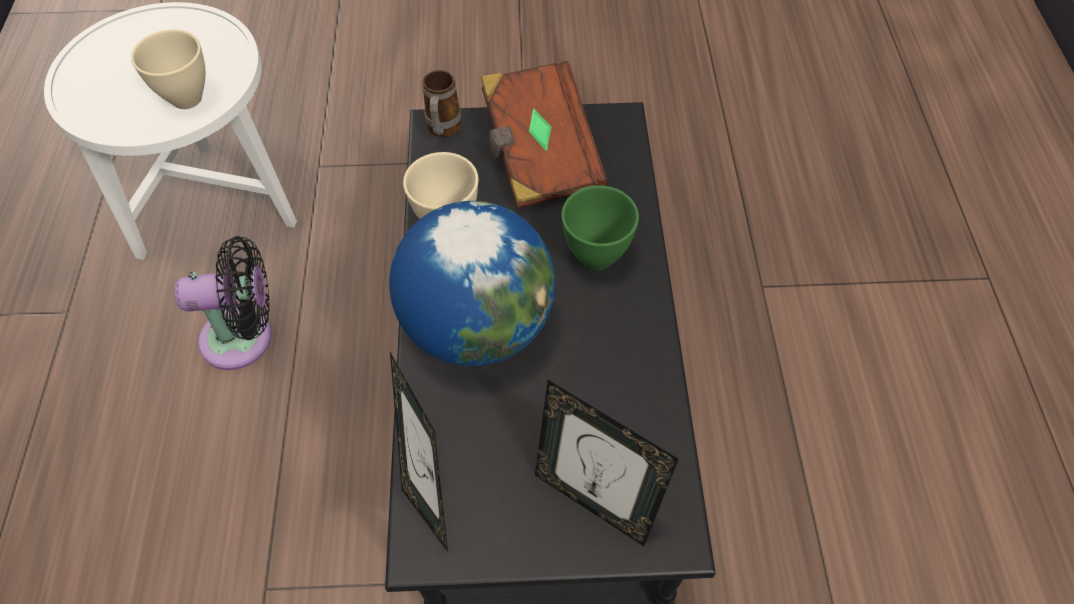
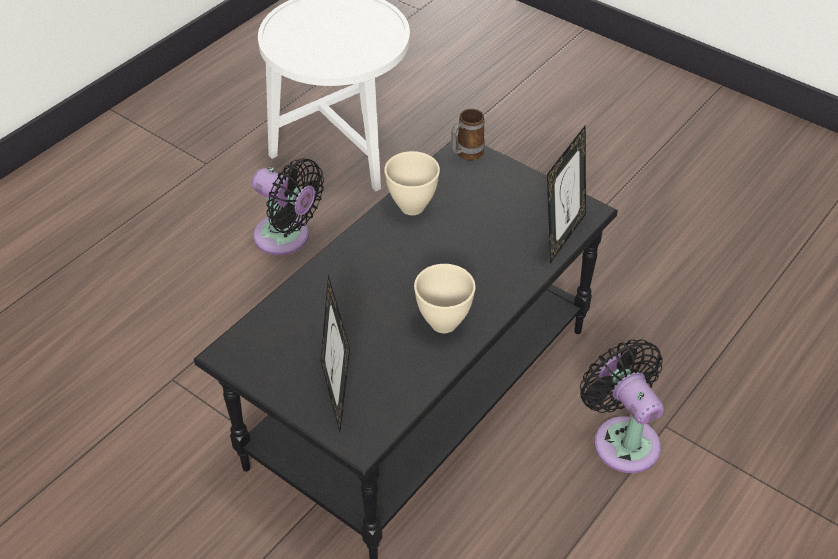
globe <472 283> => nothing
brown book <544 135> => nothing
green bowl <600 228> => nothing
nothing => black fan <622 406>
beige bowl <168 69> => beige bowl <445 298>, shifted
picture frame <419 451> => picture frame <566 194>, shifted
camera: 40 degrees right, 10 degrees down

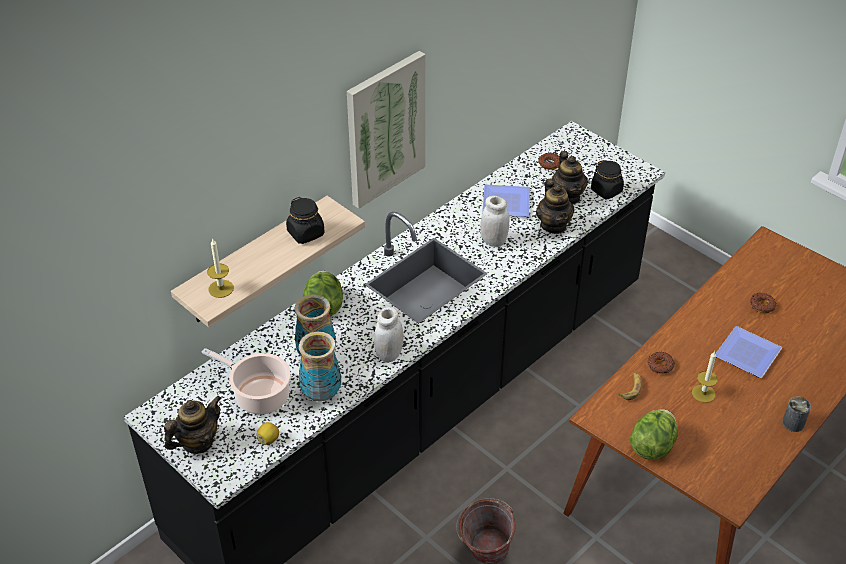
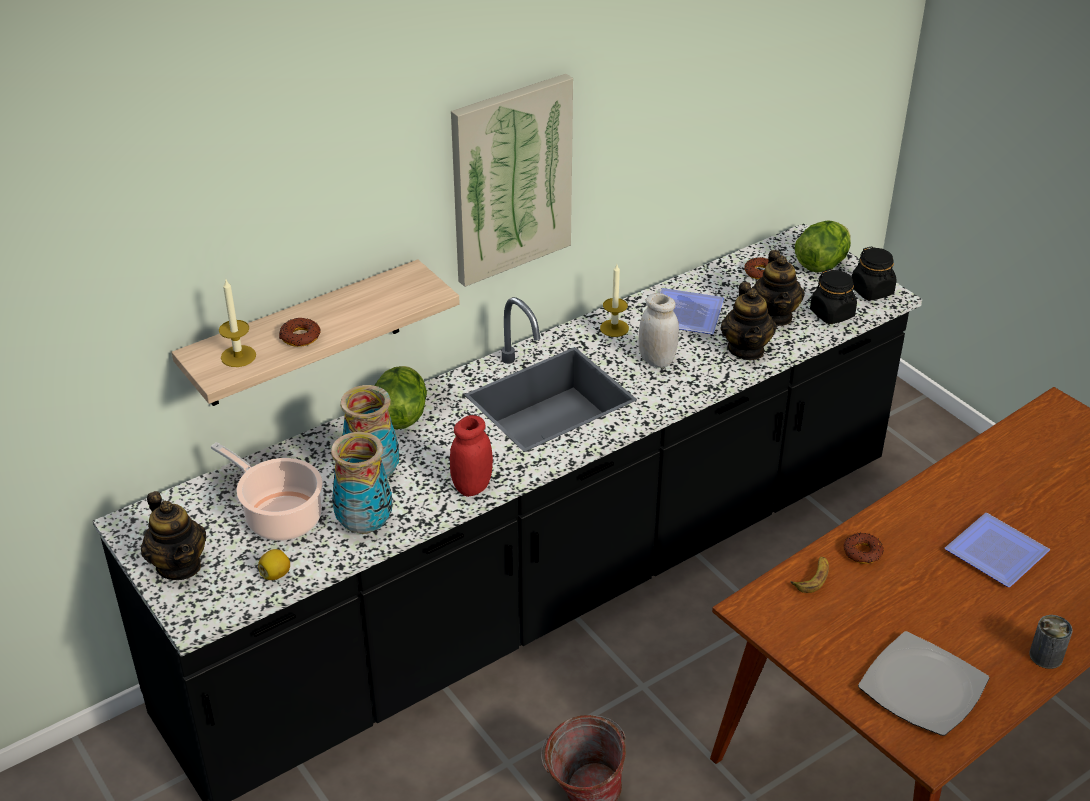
nothing => plate <923 683>
black jar <305 220> => black jar <874 273>, shifted
lettuce <654 434> => lettuce <823 246>, shifted
candle <705 377> => candle <614 300>, shifted
donut <763 303> => donut <300 332>, shifted
white jar <389 335> => red jar <471 456>
teapot <193 424> => teapot <174 535>, 90 degrees clockwise
camera: 10 degrees right, 5 degrees down

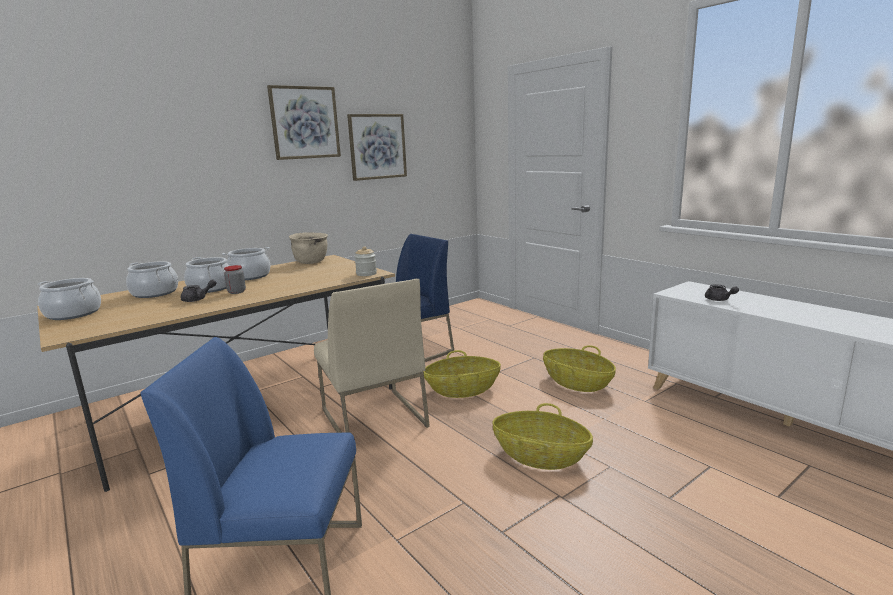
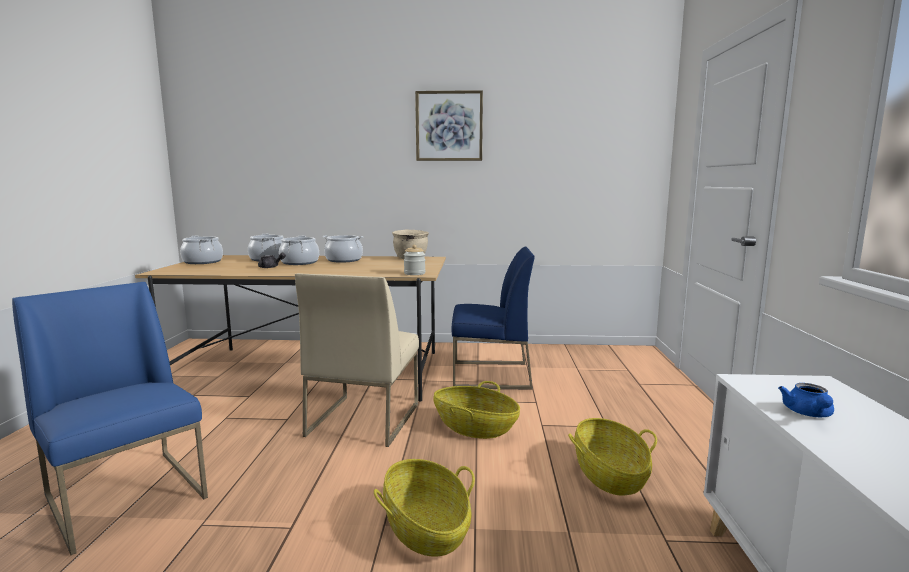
jar <235 279> => nothing
picture <377 147> => nothing
grey teapot <722 292> => blue teapot <806 400>
camera: 40 degrees right, 5 degrees down

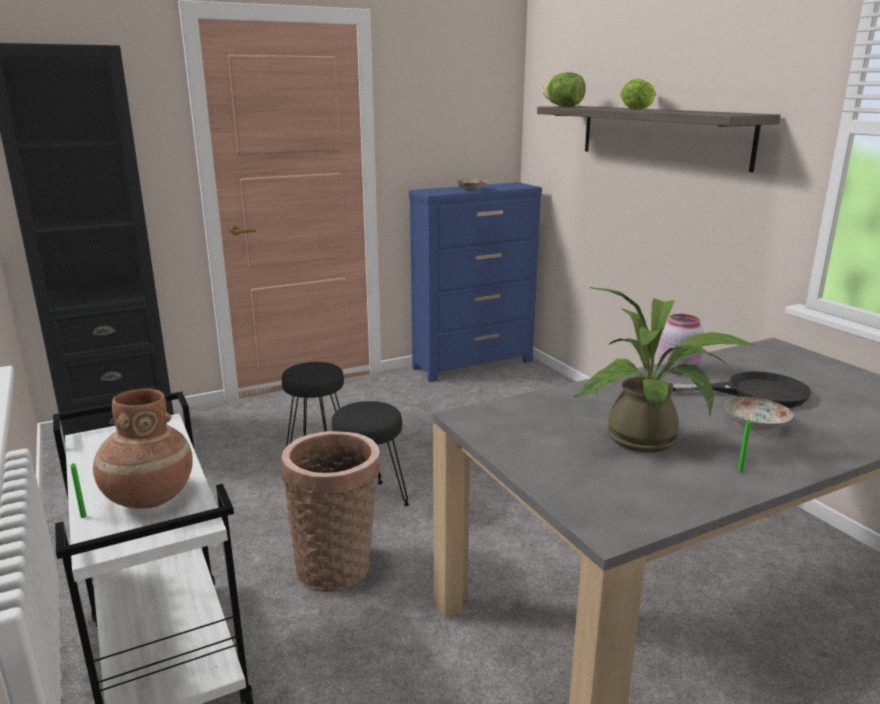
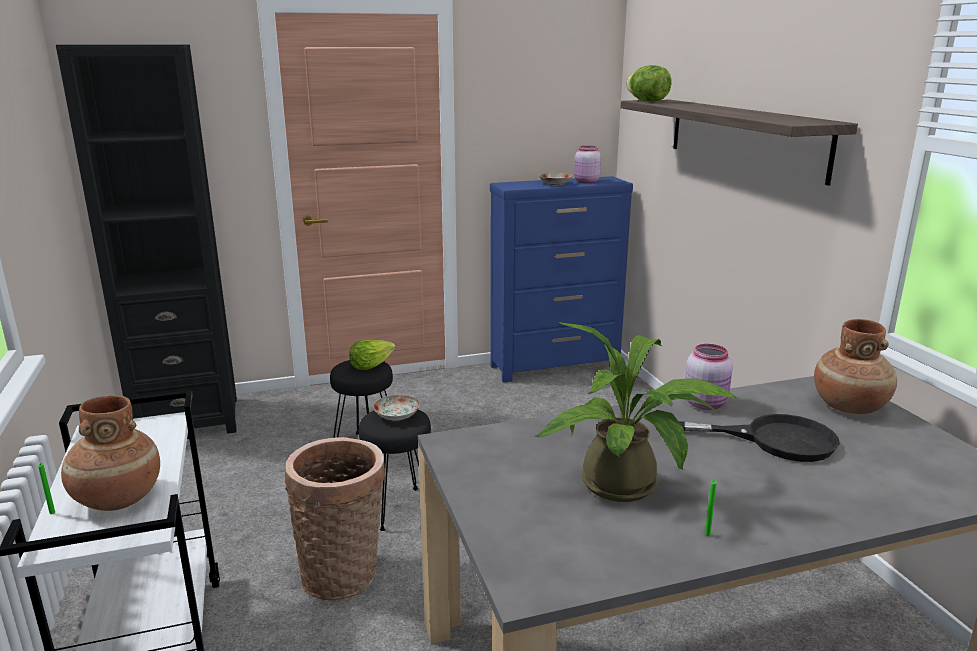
nothing => pink jar <587 164>
nothing => brown vase <855 366>
lettuce <638 94> => lettuce <372 355>, shifted
plate <759 413> => plate <396 408>, shifted
camera: 10 degrees right, 0 degrees up

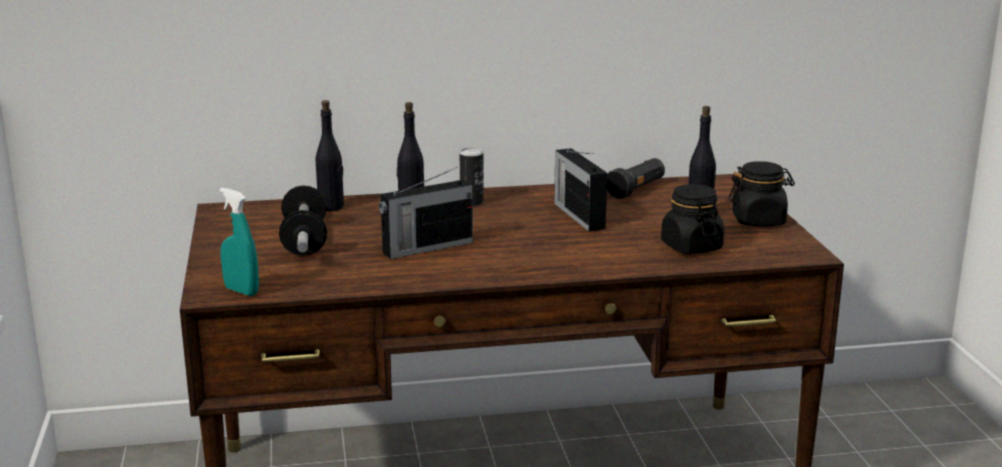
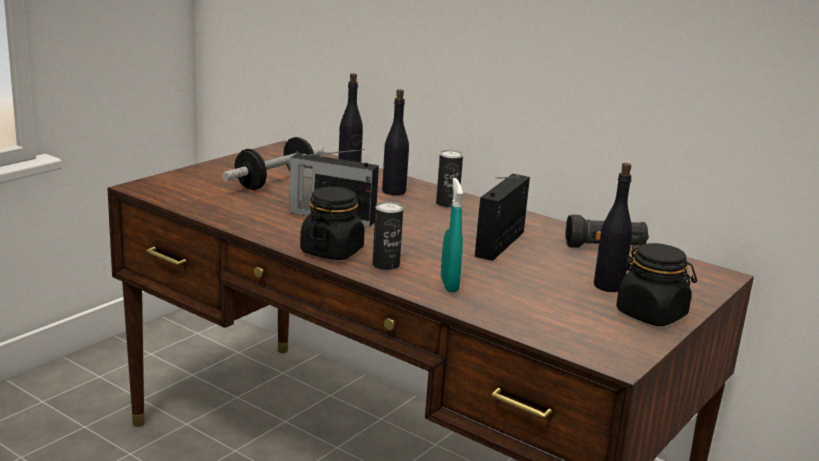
nothing => can <387 236>
turquoise spray bottle <239 242> => turquoise spray bottle <452 235>, shifted
black jar <693 219> => black jar <332 223>, shifted
camera: 45 degrees right, 0 degrees up

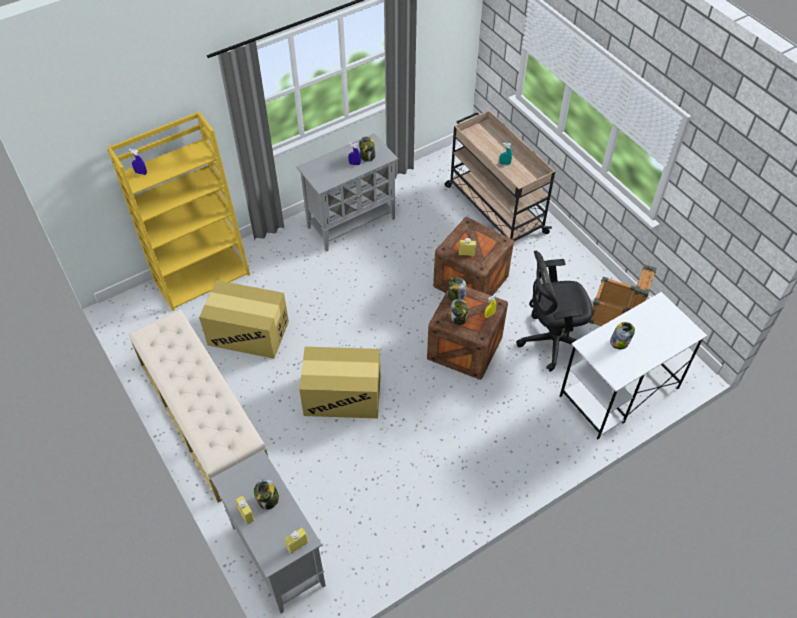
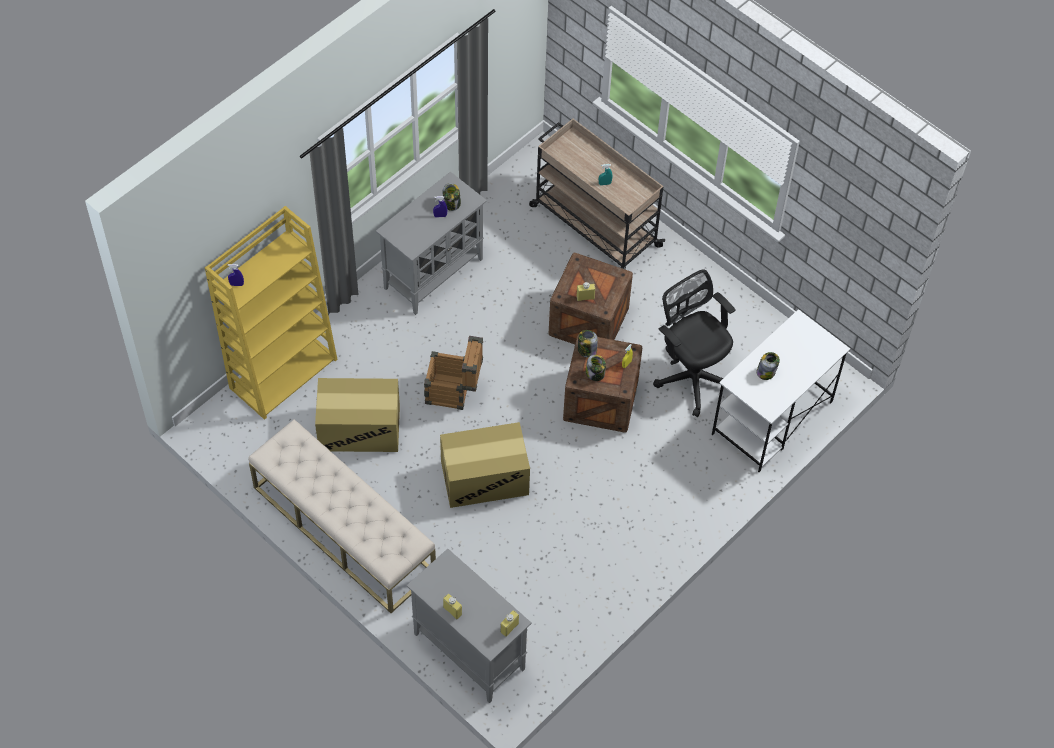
jar <266 494> => nothing
crate <622 295> => crate <453 373>, shifted
black office chair <554 311> => black office chair <694 343>, 75 degrees clockwise
camera: 15 degrees left, 5 degrees up

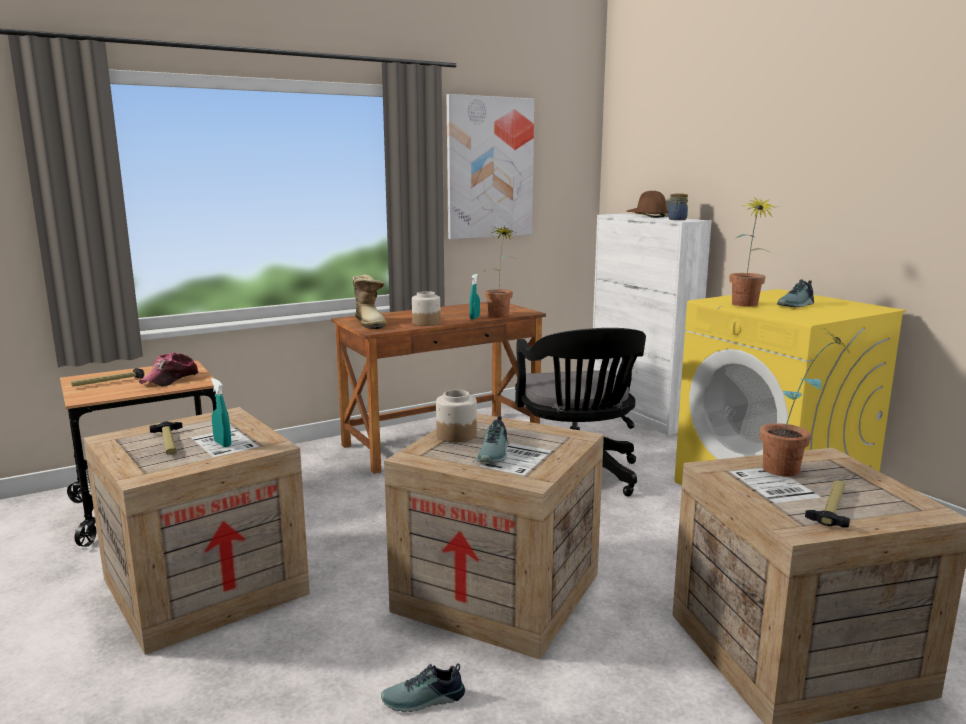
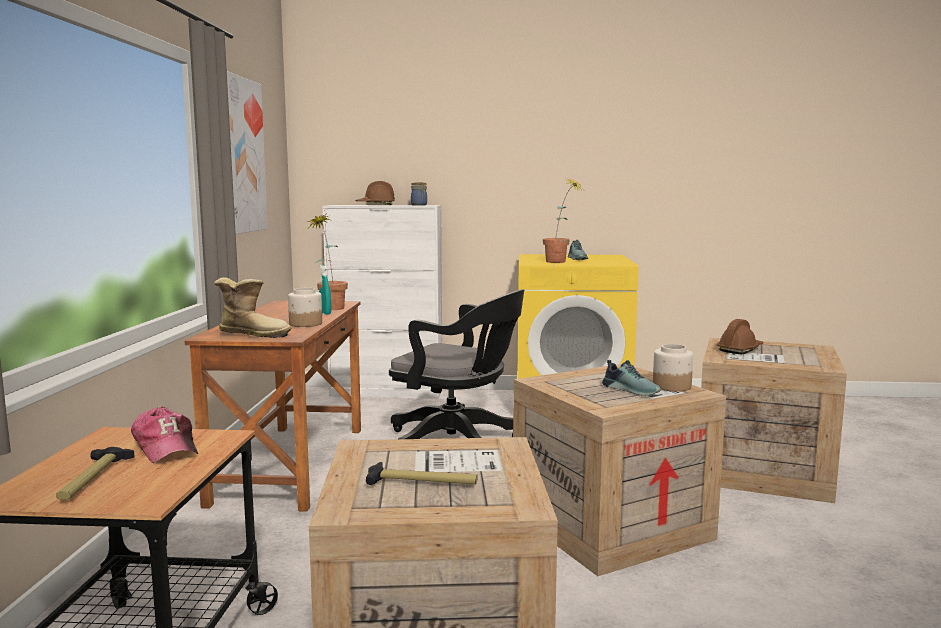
turquoise spray bottle <221 412> => nothing
shoe <423 687> => nothing
hammer <827 503> => nothing
jar <456 416> => jar <673 368>, shifted
potted plant <805 402> => brown hard hat <740 336>
camera: 55 degrees left, 5 degrees down

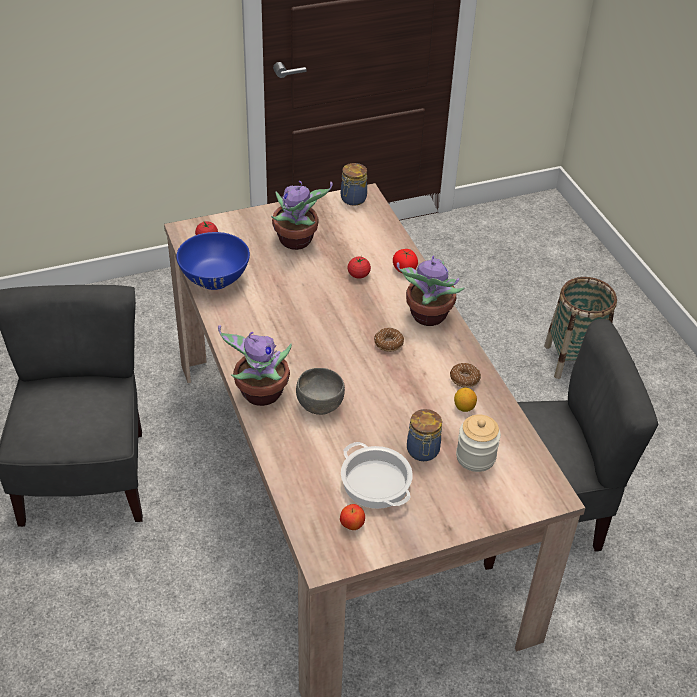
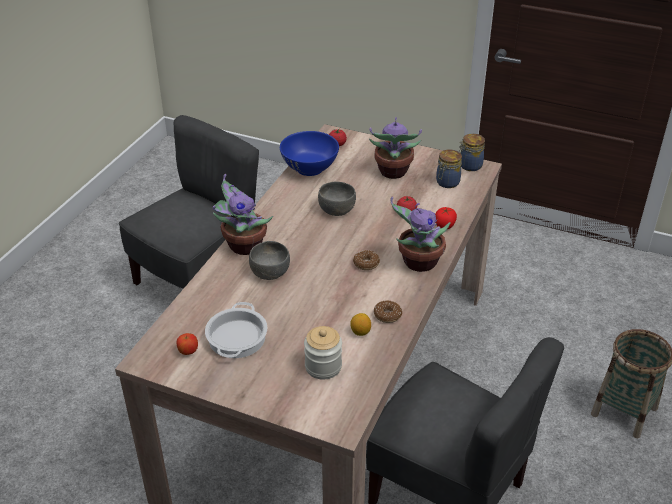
nothing => grey bowl <337 198>
jar <424 435> => jar <449 169>, shifted
camera: 45 degrees right, 5 degrees down

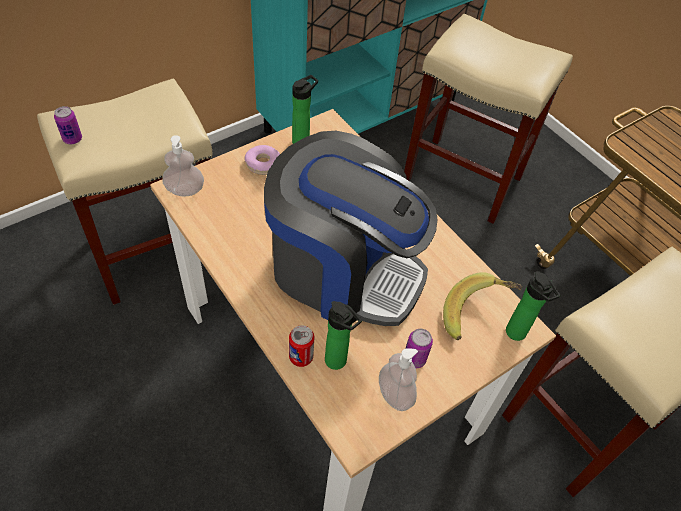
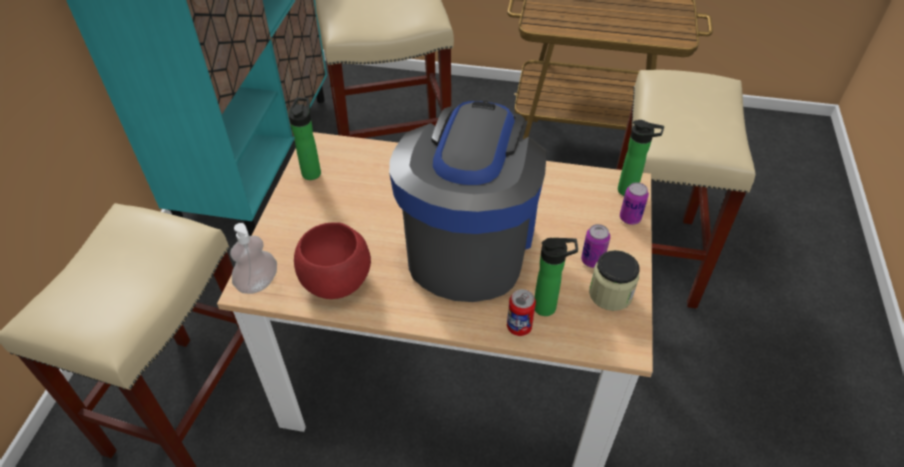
donut <262 160> => nothing
banana <482 306> => nothing
nothing => red bowl <332 260>
can <68 125> => can <634 203>, shifted
soap dispenser <398 379> => jar <614 280>
coffee machine <350 228> => coffee machine <467 201>, 60 degrees counterclockwise
camera: 40 degrees left, 5 degrees down

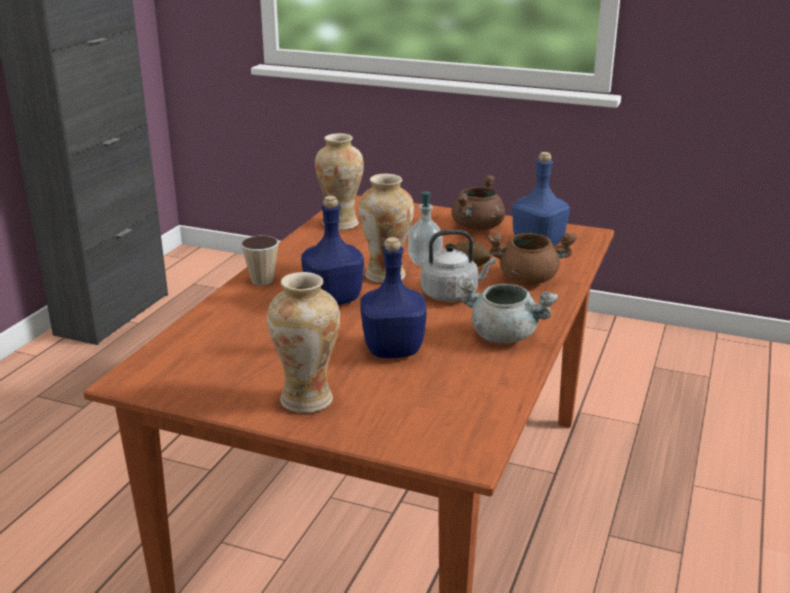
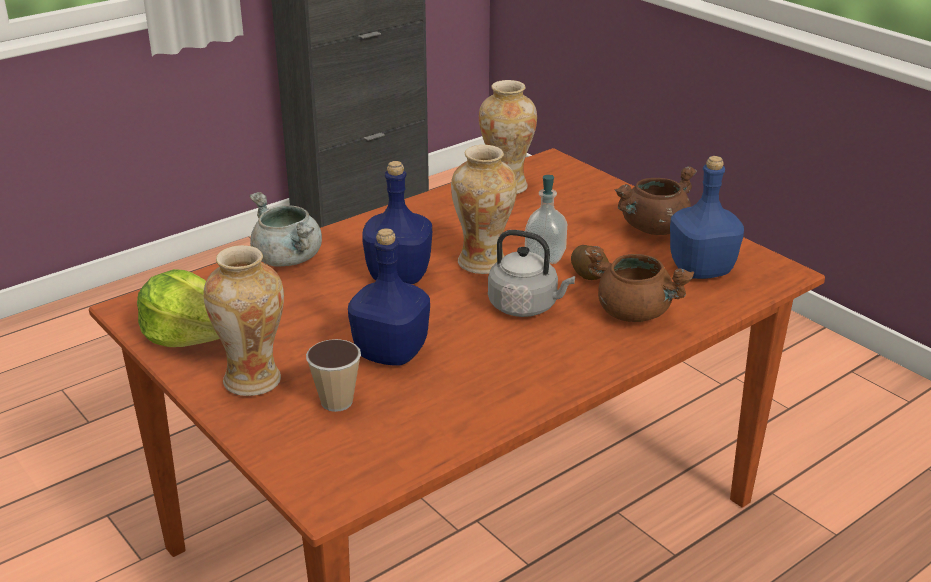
nothing => lettuce <178 308>
cup <260 260> => cup <333 375>, shifted
grey cooking pot <507 311> => grey cooking pot <285 229>, shifted
camera: 30 degrees right, 5 degrees up

